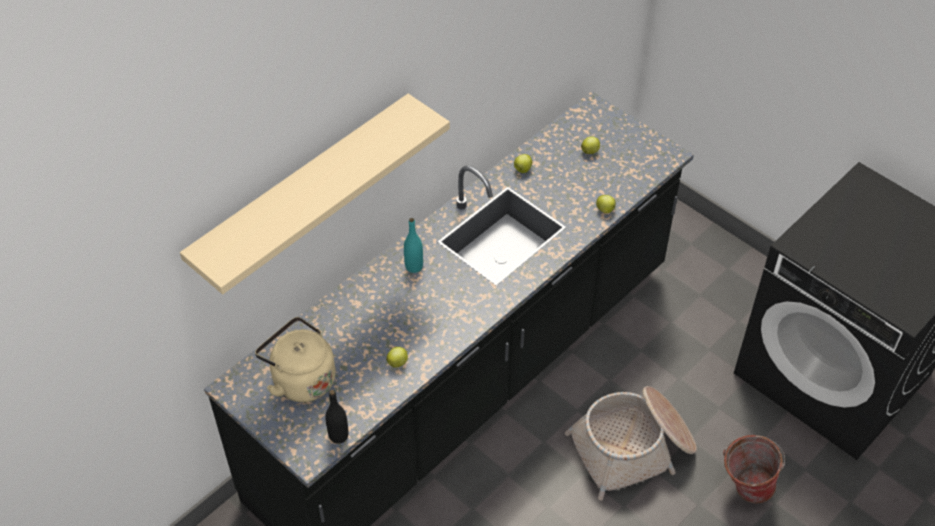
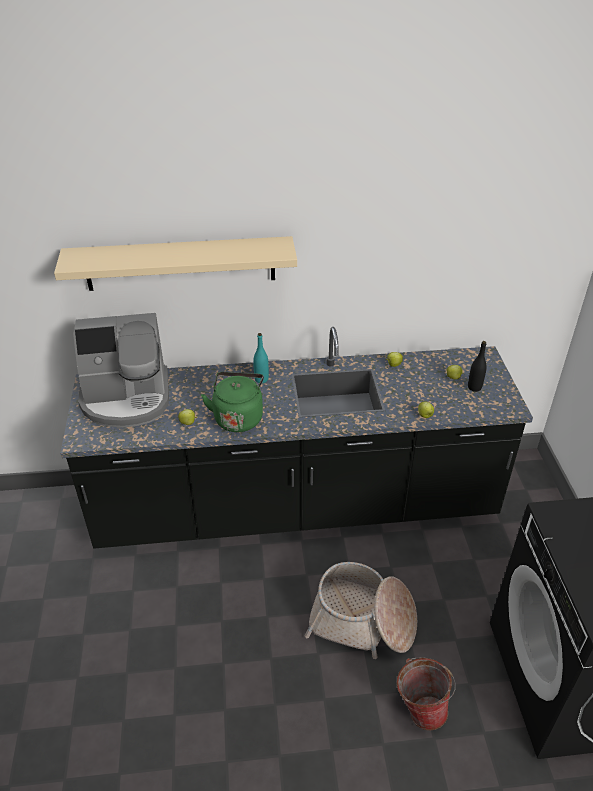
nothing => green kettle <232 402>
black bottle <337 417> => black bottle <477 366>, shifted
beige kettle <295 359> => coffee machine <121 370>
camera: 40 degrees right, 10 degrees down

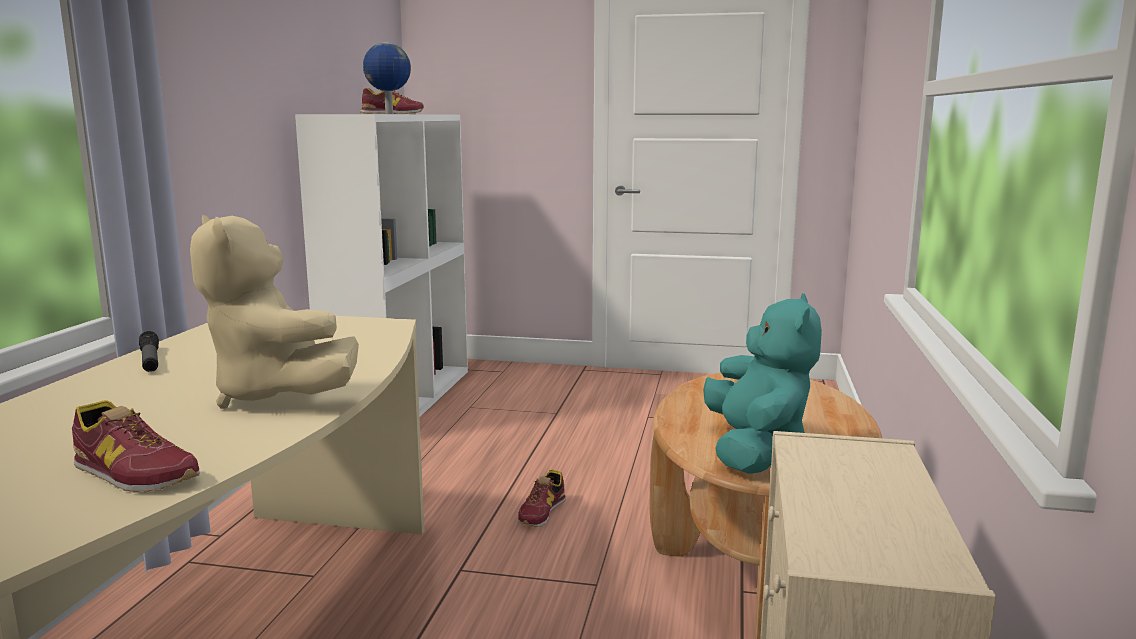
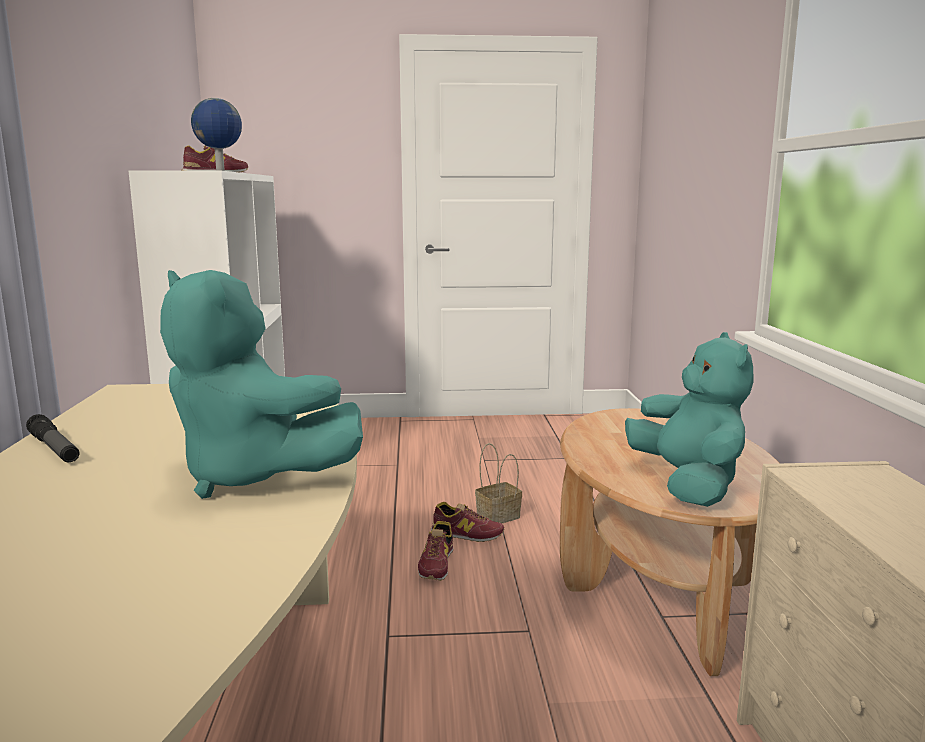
nothing => basket <498 483>
shoe <136 446> => shoe <467 522>, shifted
beige plush toy <274 312> => turquoise plush toy <261 384>
camera: 15 degrees left, 0 degrees up

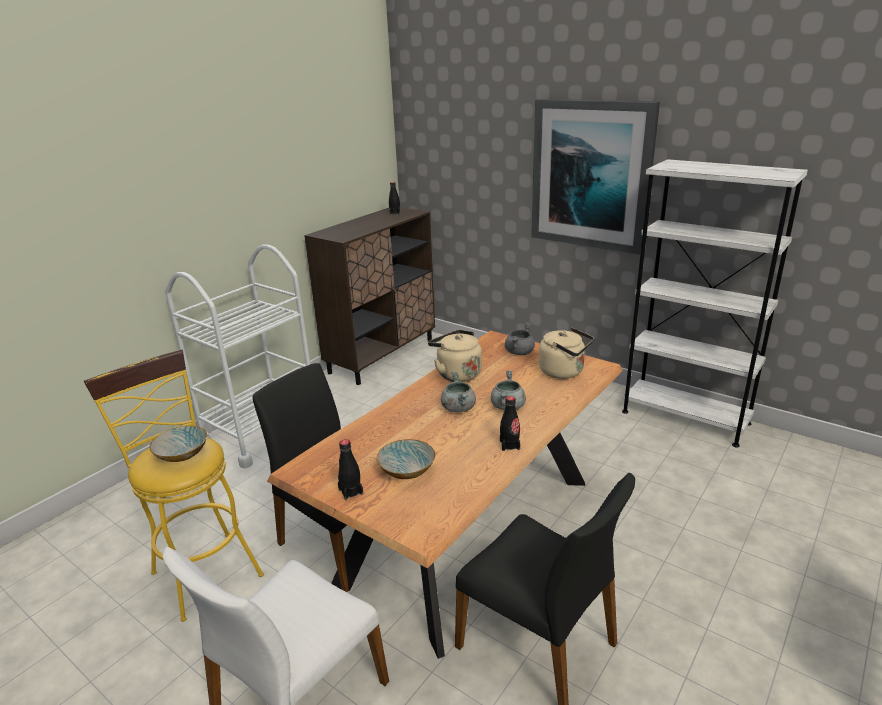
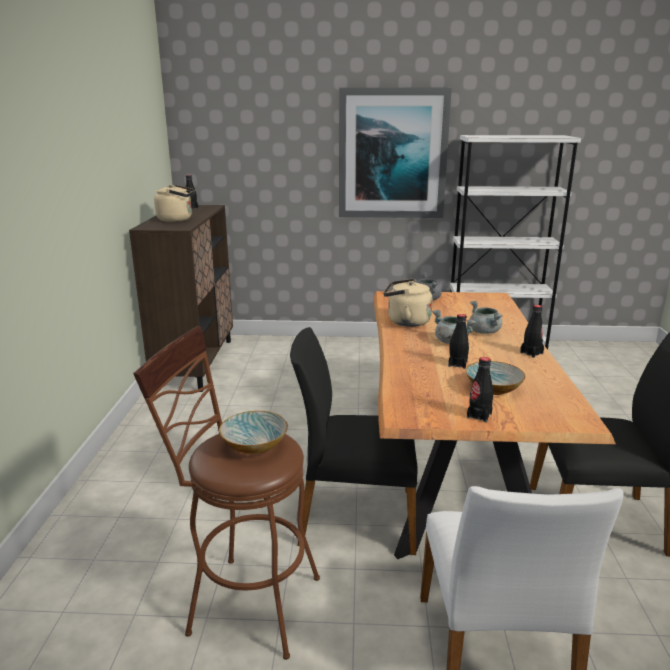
white cart <237 357> => nothing
nothing => black bottle <458 341>
beige kettle <566 353> => beige kettle <174 203>, shifted
yellow stool <174 485> => brown stool <226 493>
camera: 35 degrees left, 5 degrees down

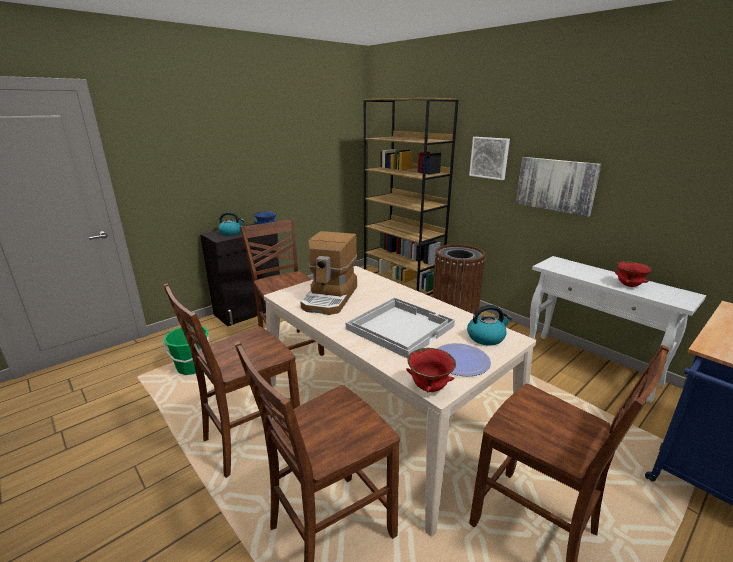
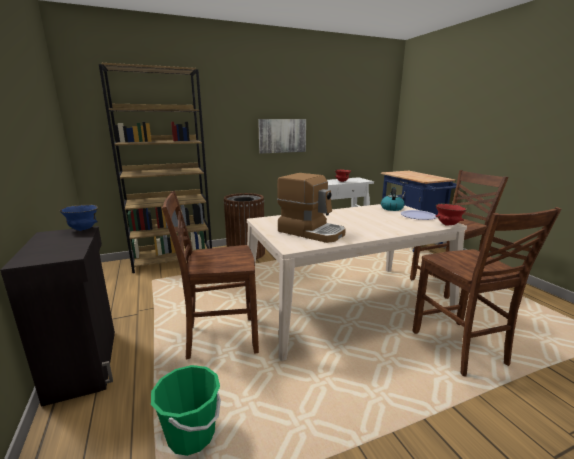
brown chair <232 380> => nothing
kettle <231 224> => nothing
white tray <400 328> => nothing
picture <489 158> => nothing
camera: 70 degrees left, 5 degrees down

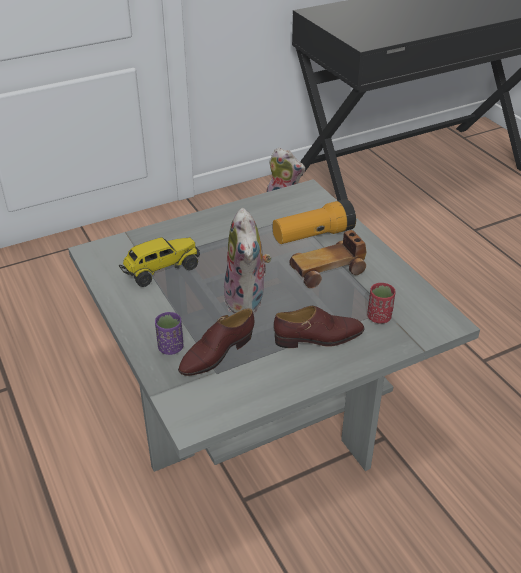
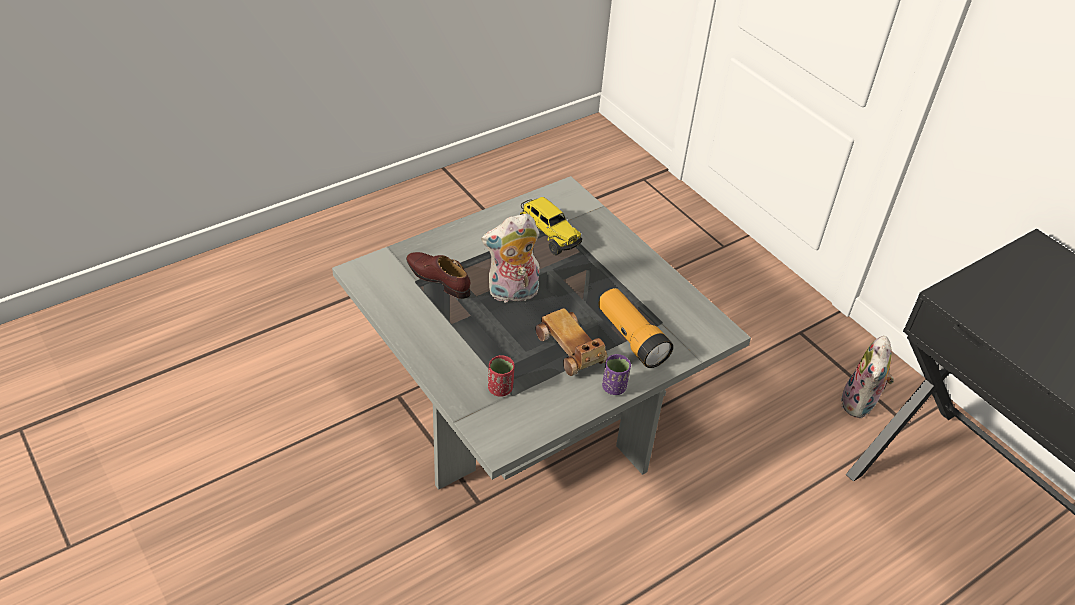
brown shoe <319 327> => nothing
purple cup <169 333> => purple cup <616 374>, shifted
camera: 80 degrees right, 5 degrees up

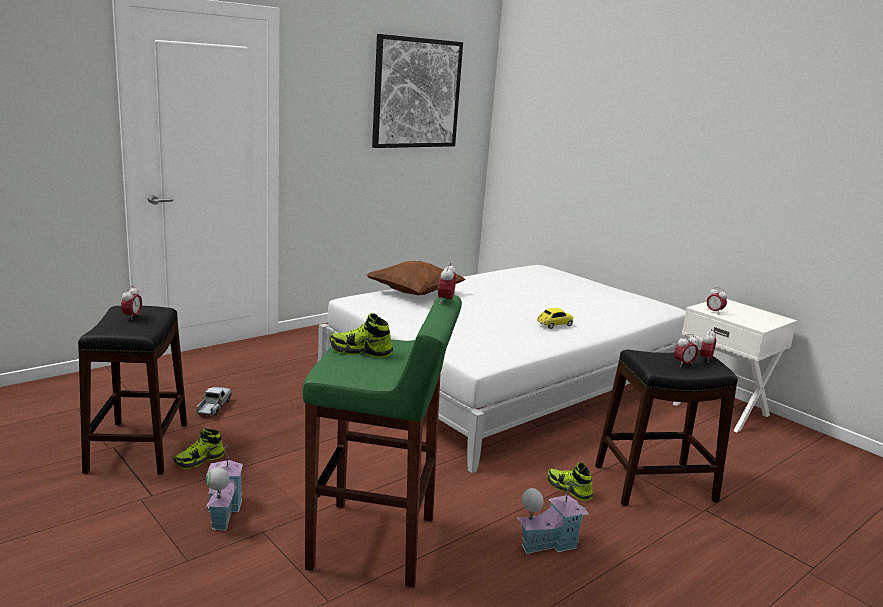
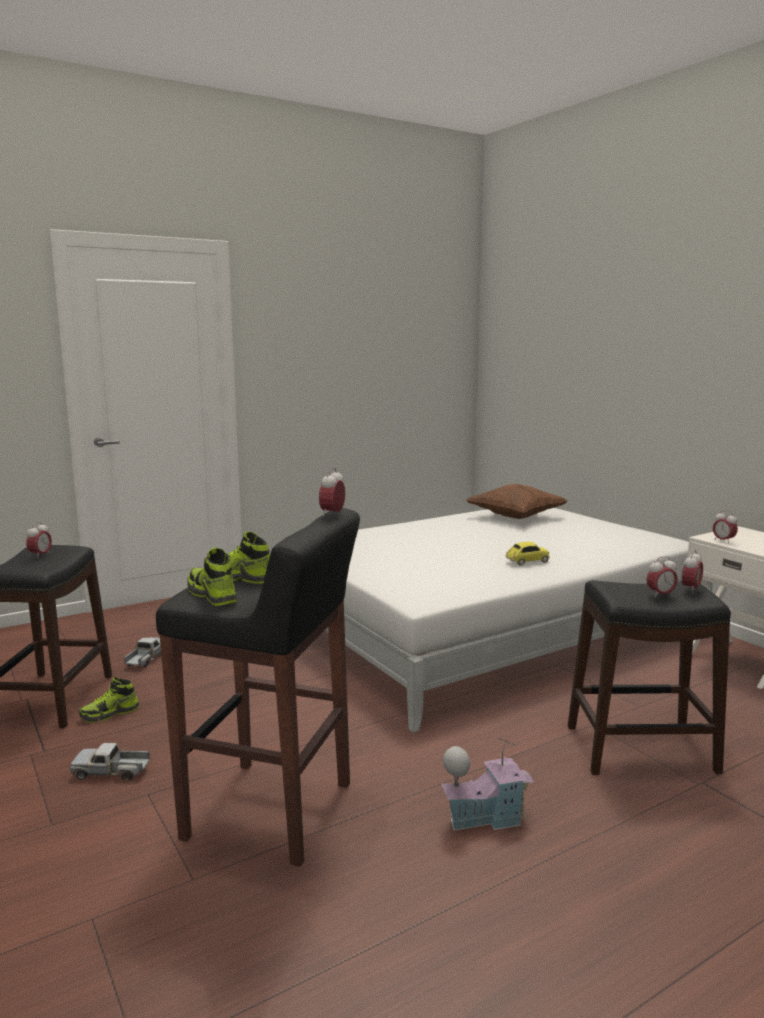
picture <417 91> => nothing
brown pillow <415 278> => brown pillow <517 501>, shifted
shoe <570 482> => shoe <212 577>, shifted
toy house <224 488> => toy truck <110 761>
green stool <382 441> => black stool <258 687>
camera: 10 degrees right, 5 degrees down

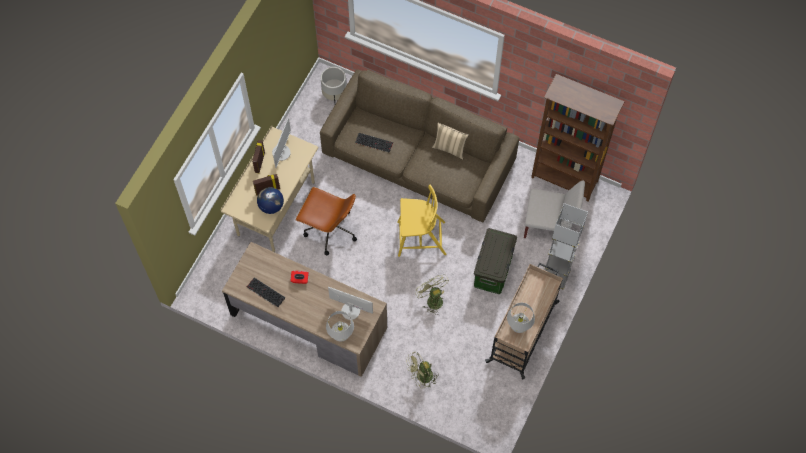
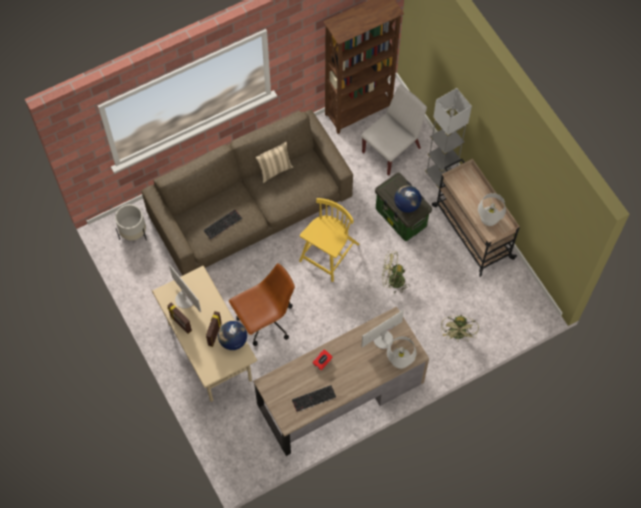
nothing => globe <408 199>
camera: 55 degrees left, 0 degrees up

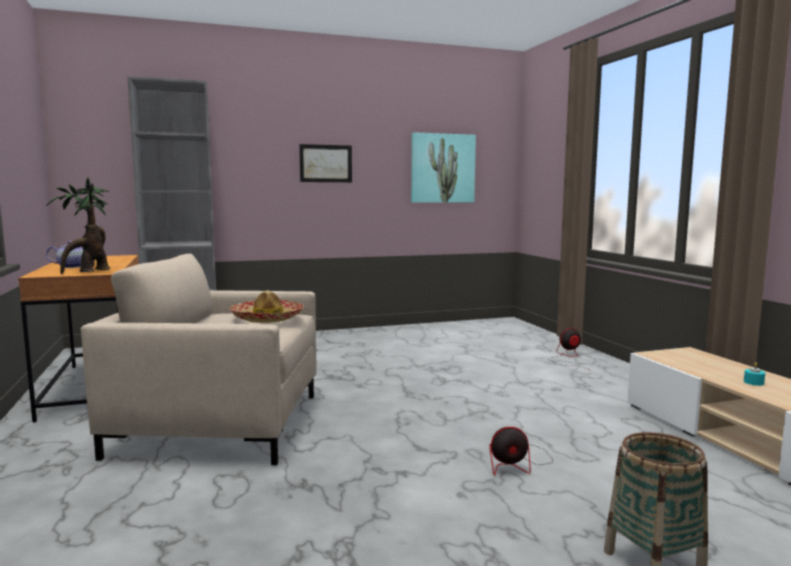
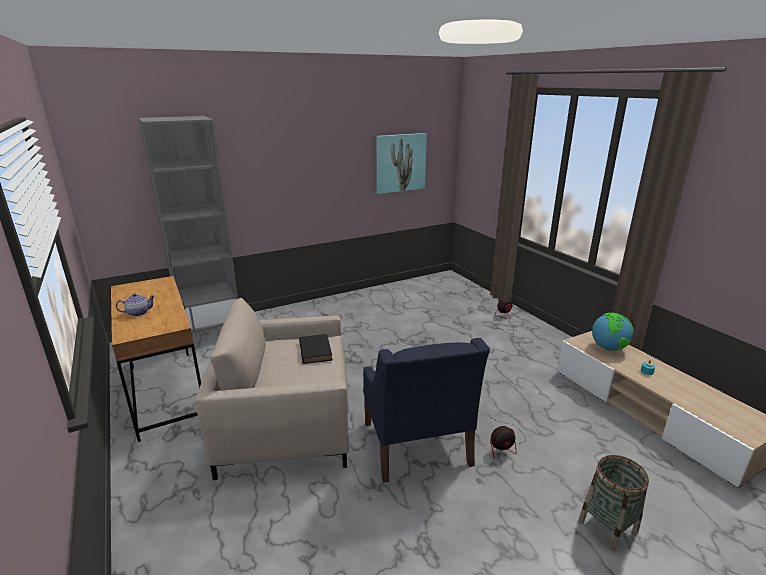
potted plant <78 225> => nothing
picture <325 163> => nothing
nothing => blue armchair <426 410>
nothing => globe <613 332>
hat <266 306> => black book <316 349>
camera: 10 degrees left, 15 degrees up

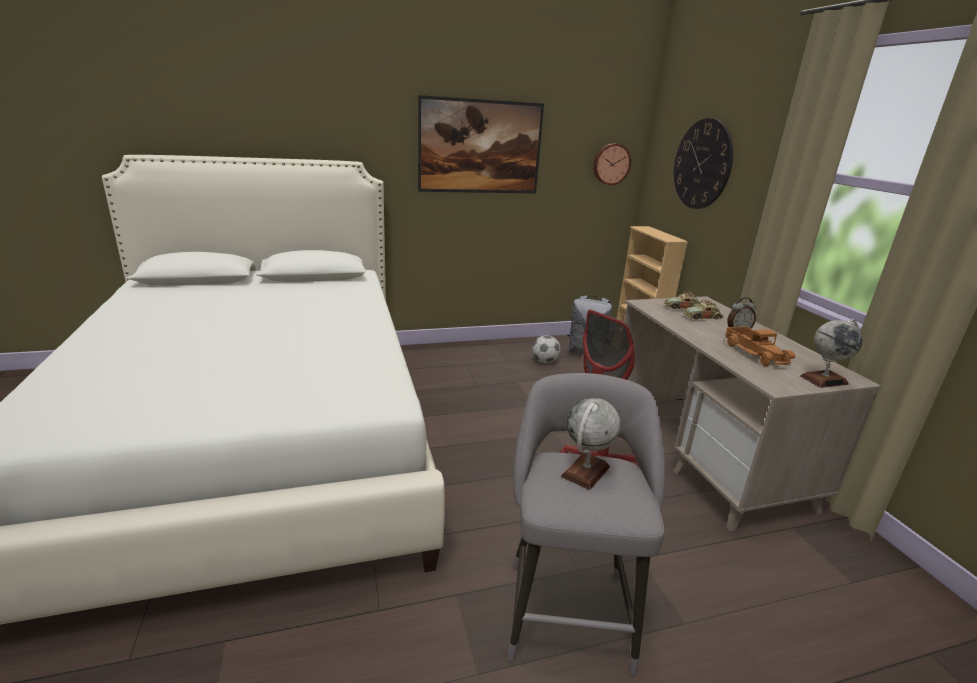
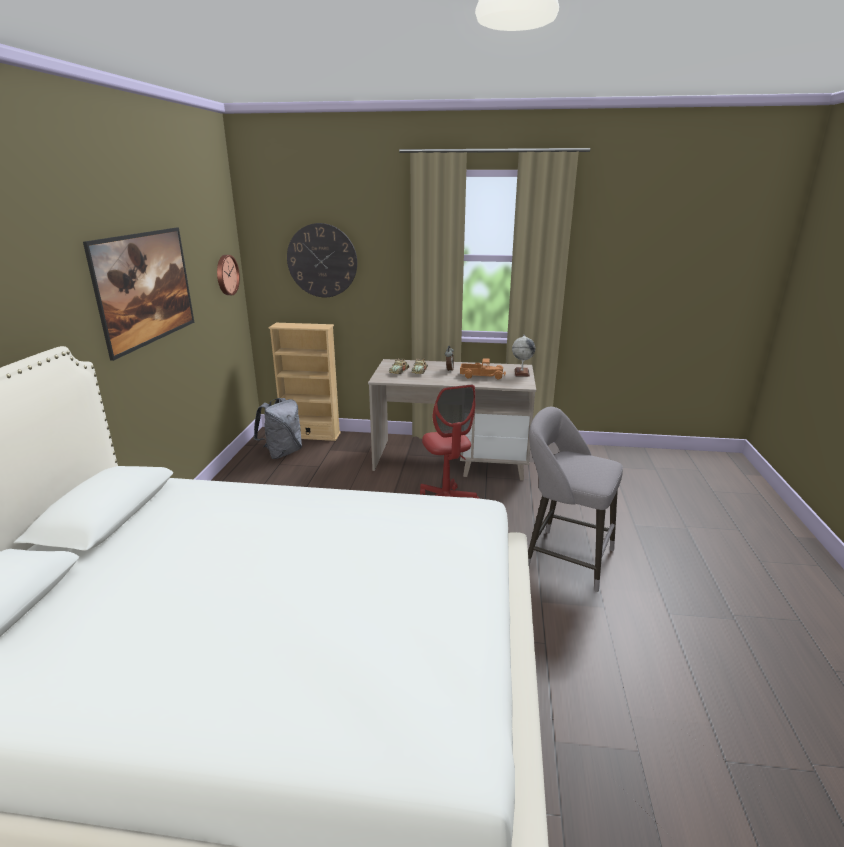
football <546 349> => nothing
globe <591 444> => nothing
camera: 65 degrees left, 0 degrees up

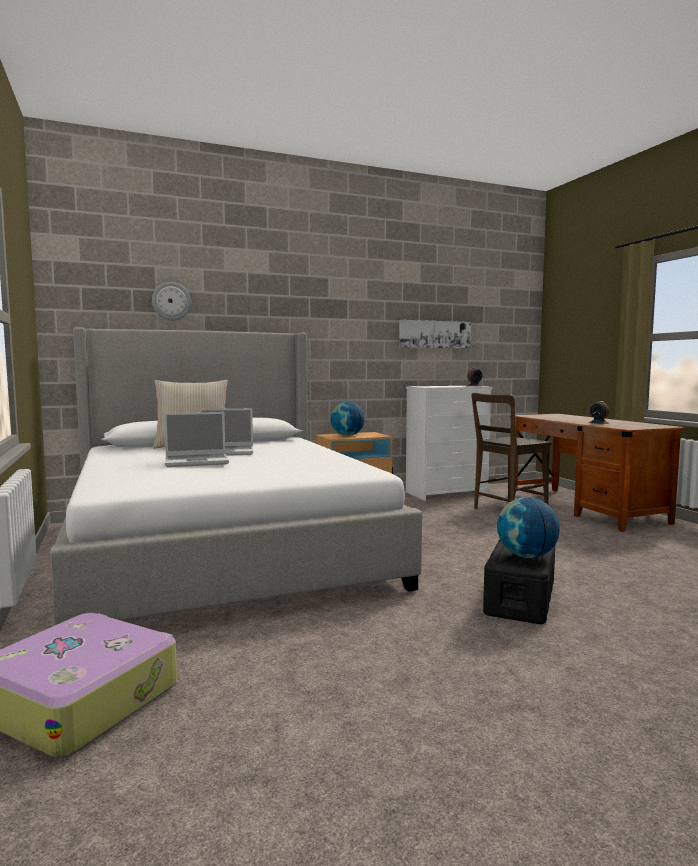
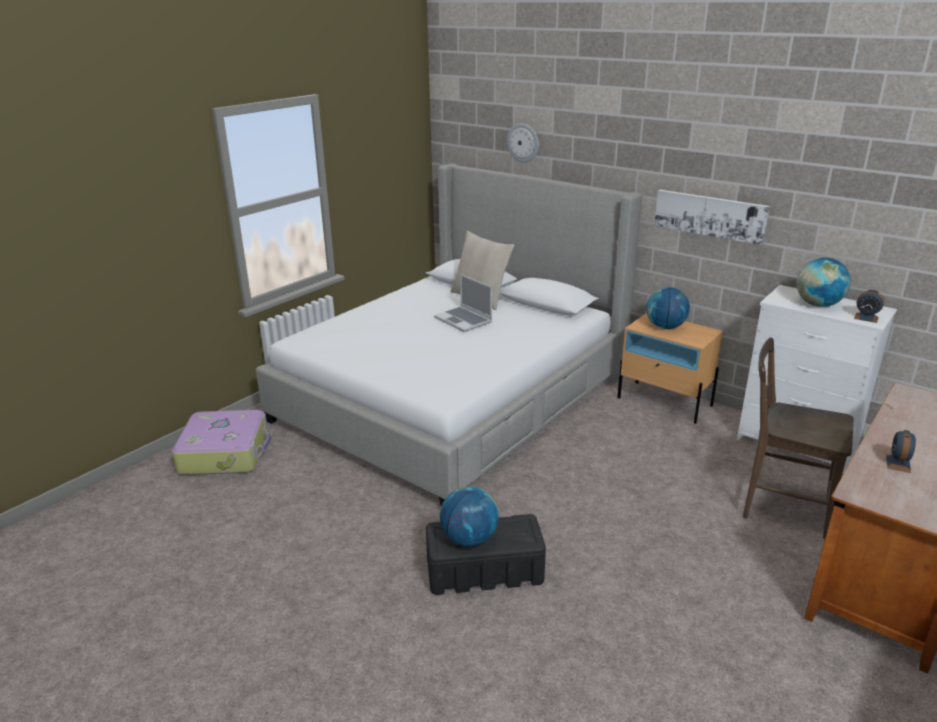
laptop <196 439> => nothing
nothing => globe <823 282>
picture <435 334> => picture <712 217>, shifted
camera: 60 degrees right, 20 degrees up

